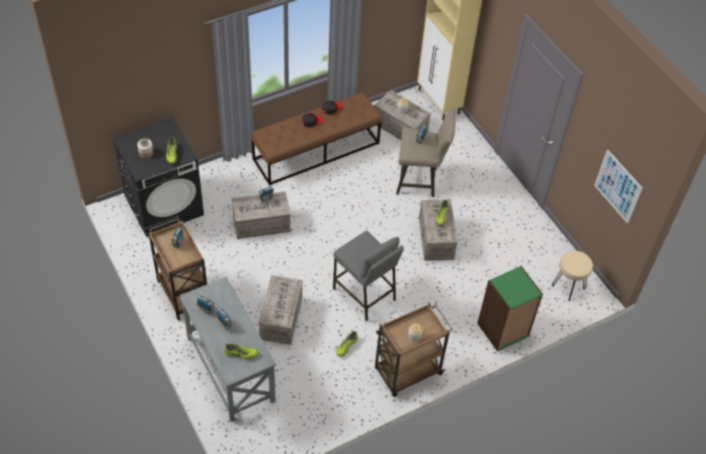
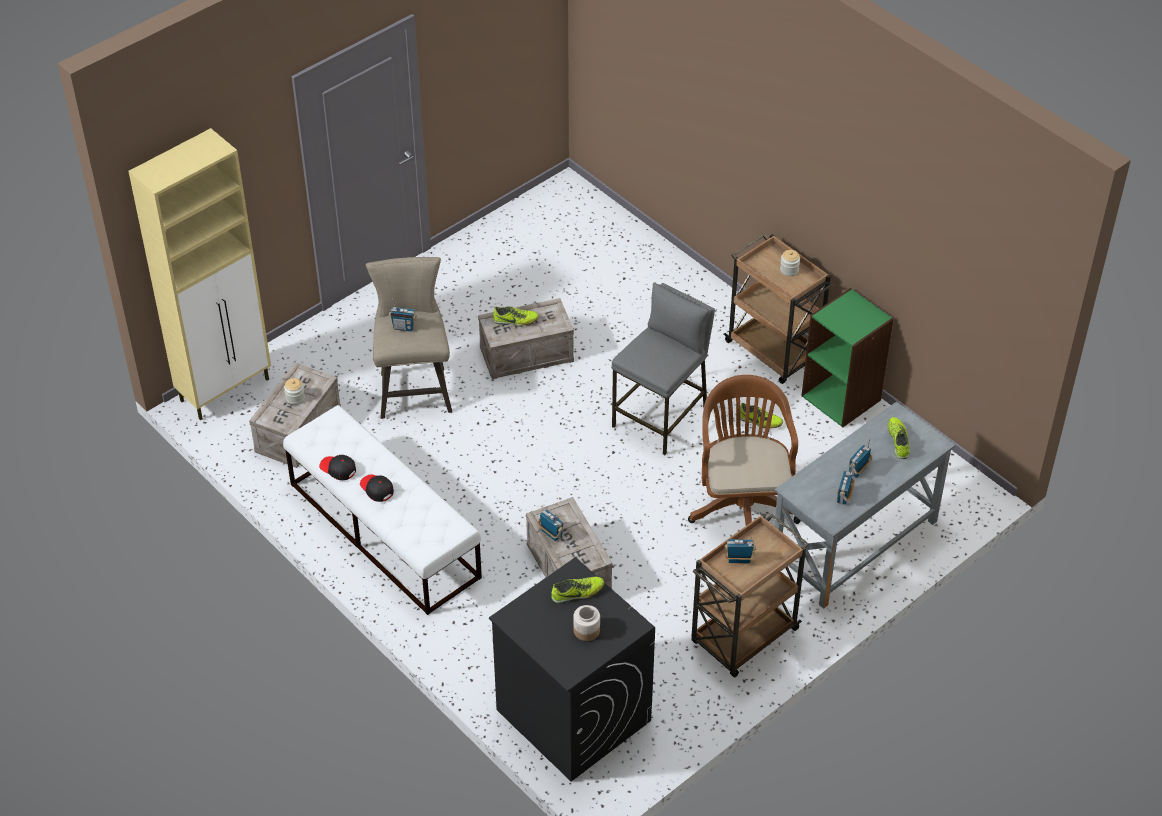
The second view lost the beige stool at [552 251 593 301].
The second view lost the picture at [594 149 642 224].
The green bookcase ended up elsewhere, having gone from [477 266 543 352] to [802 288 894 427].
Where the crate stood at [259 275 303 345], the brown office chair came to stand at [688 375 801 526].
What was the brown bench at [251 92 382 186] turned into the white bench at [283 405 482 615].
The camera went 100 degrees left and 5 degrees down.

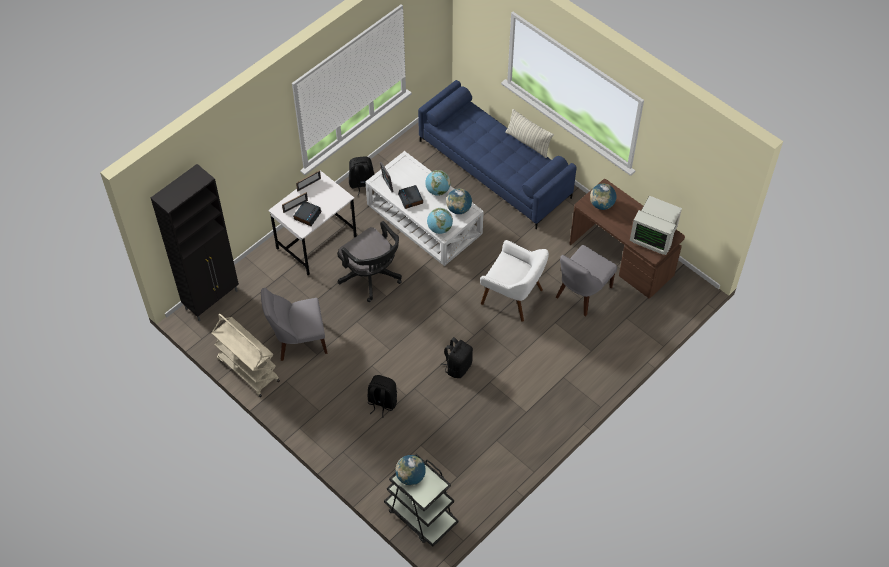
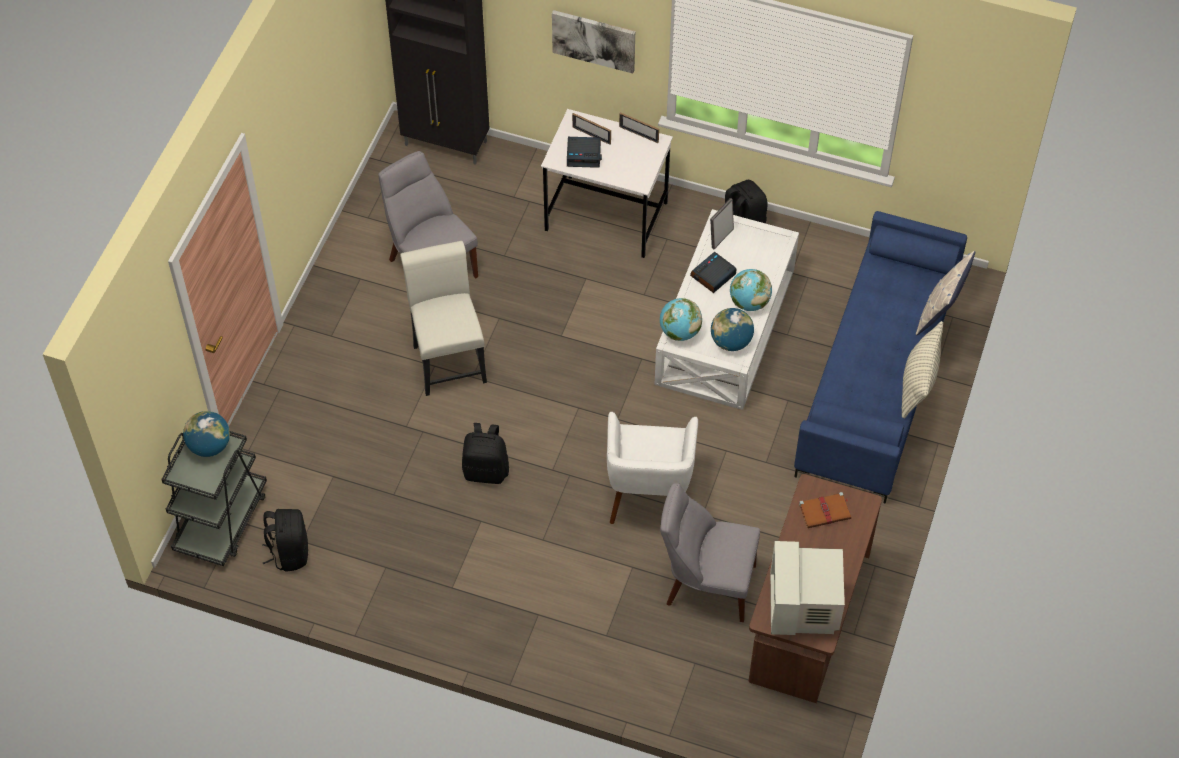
The second view lost the beige cart at [212 314 280 397].
The second view lost the black office chair at [337 221 402 302].
The second view gained the white chair at [400 241 487 396].
The second view gained the picture at [552 10 635 74].
The second view gained the pillow at [916 251 976 335].
The black backpack ended up elsewhere, having gone from [368 375 397 418] to [262 509 308 571].
Where the globe stood at [590 184 616 210], the brown book came to stand at [799 492 851 528].
The camera went 65 degrees right and 0 degrees up.

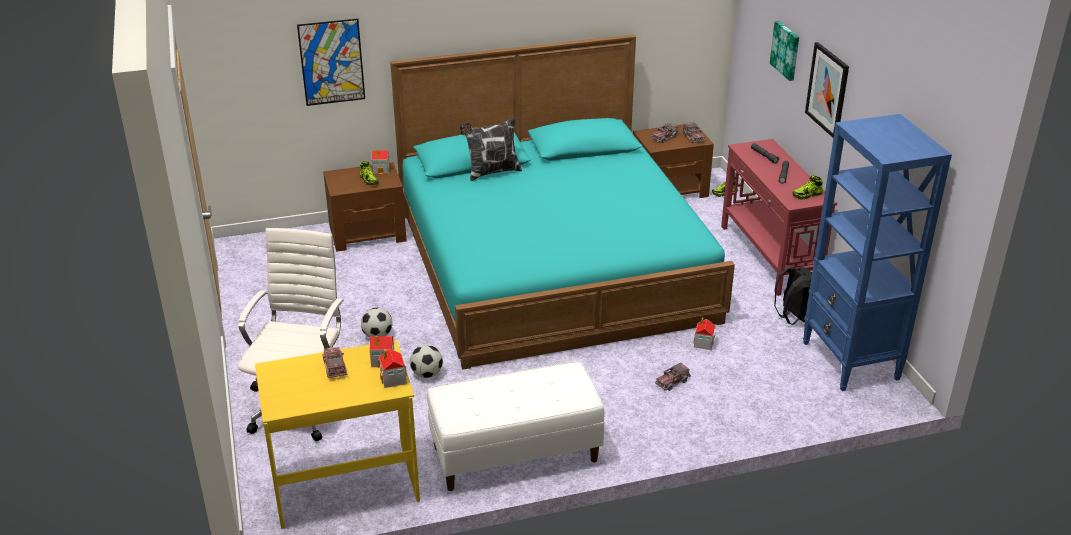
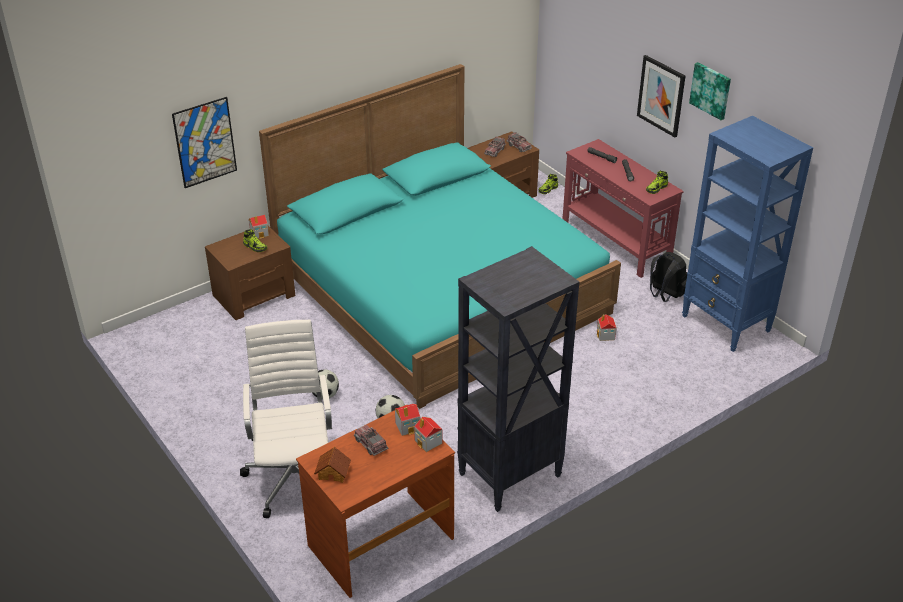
The second view lost the pillow at [460 117 522 181].
The second view lost the toy truck at [655 362 691 391].
The second view gained the toy house at [314 447 351 483].
The picture ended up elsewhere, having gone from [770 21 799 81] to [689 62 731 120].
Where the white bench stood at [427 361 605 491], the black bookcase came to stand at [457 246 580 512].
What was the yellow desk at [255 340 420 529] turned into the brown desk at [296 405 455 598].
The camera went 20 degrees left and 5 degrees up.

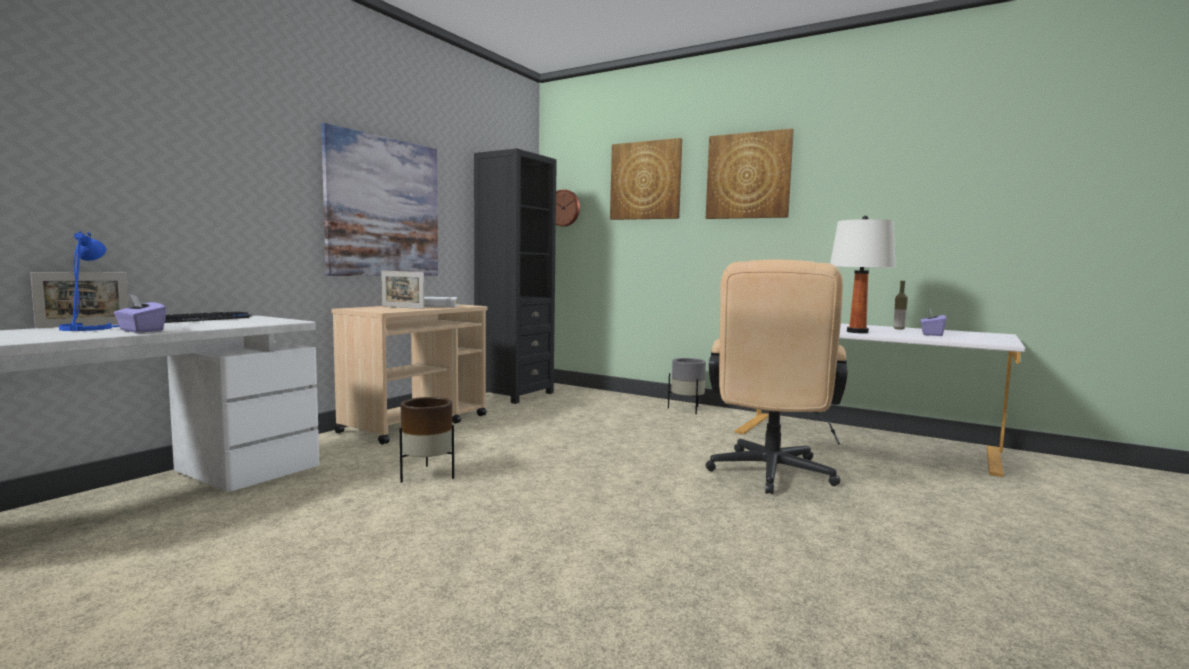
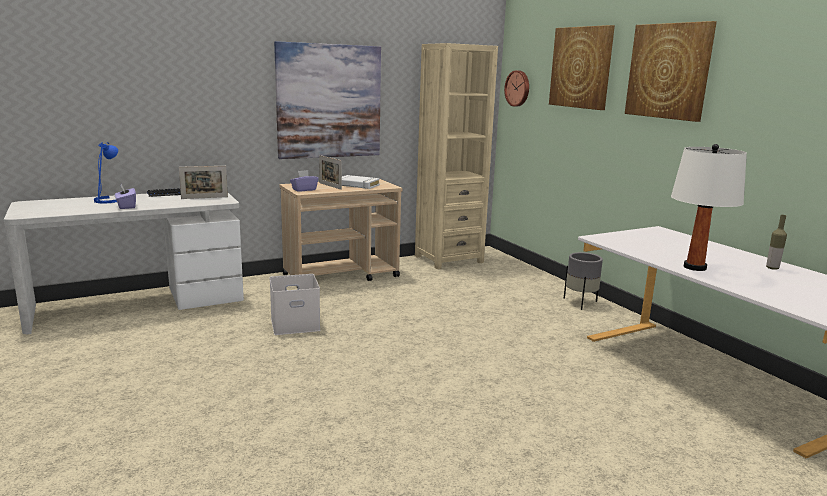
The second view lost the beige office chair at [706 260 848 494].
The picture frame ended up elsewhere, having gone from [30 272 129 328] to [179 166 228 199].
The purple tissue box ended up elsewhere, having gone from [920 309 946 336] to [290 170 318 192].
Where the brown planter stood at [400 397 454 483], the white storage box came to stand at [270 274 320 335].
What was the black bookcase at [474 148 557 404] turned into the beige bookcase at [415 43 498 269].
The camera went 30 degrees right and 10 degrees up.

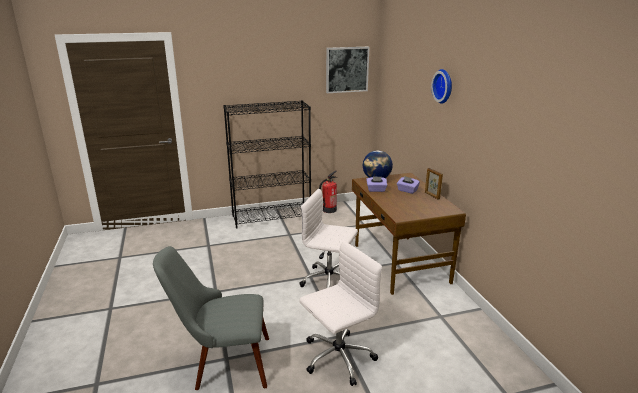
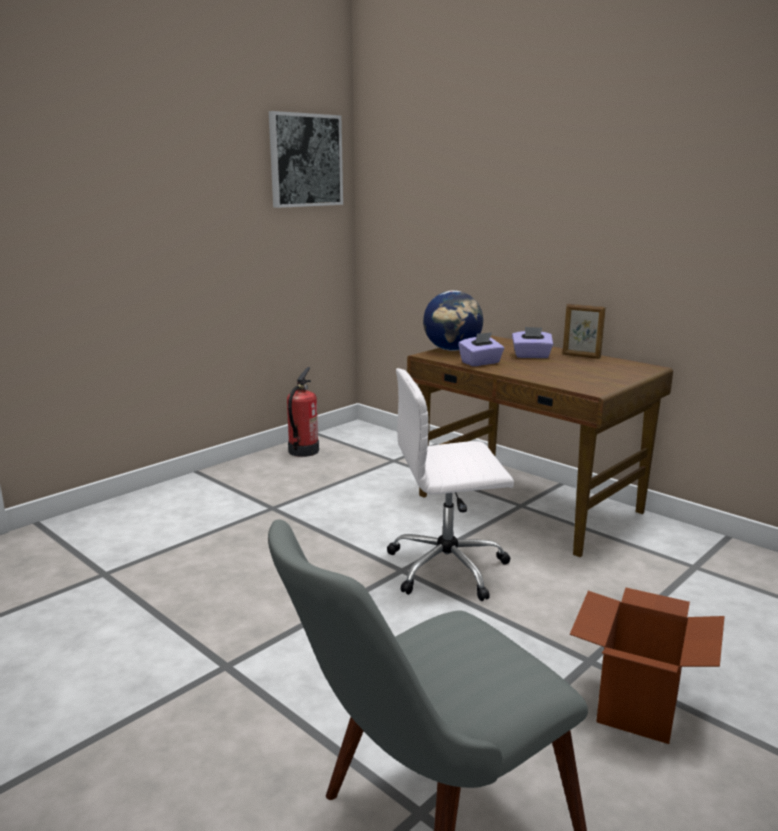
The second view lost the black bookcase at [223 100 311 229].
The second view lost the wall clock at [431 69 452 104].
Where the white office chair stood at [299 241 382 386], the cardboard box came to stand at [570 588 725 744].
The camera went 30 degrees left and 5 degrees down.

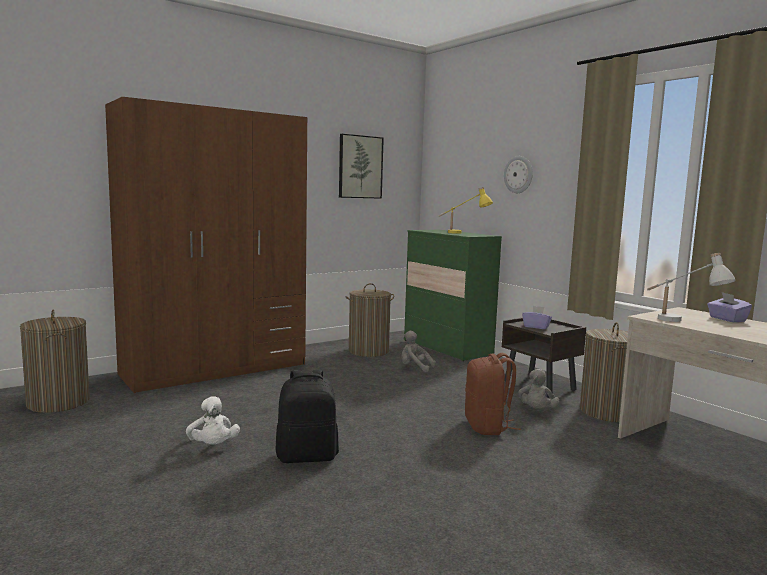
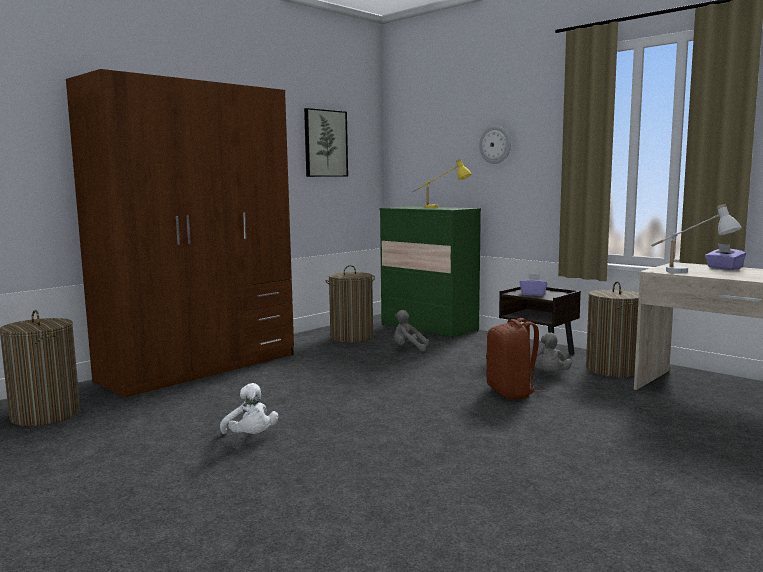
The second view lost the black backpack at [276 370 339 463].
The camera went 10 degrees left and 0 degrees up.

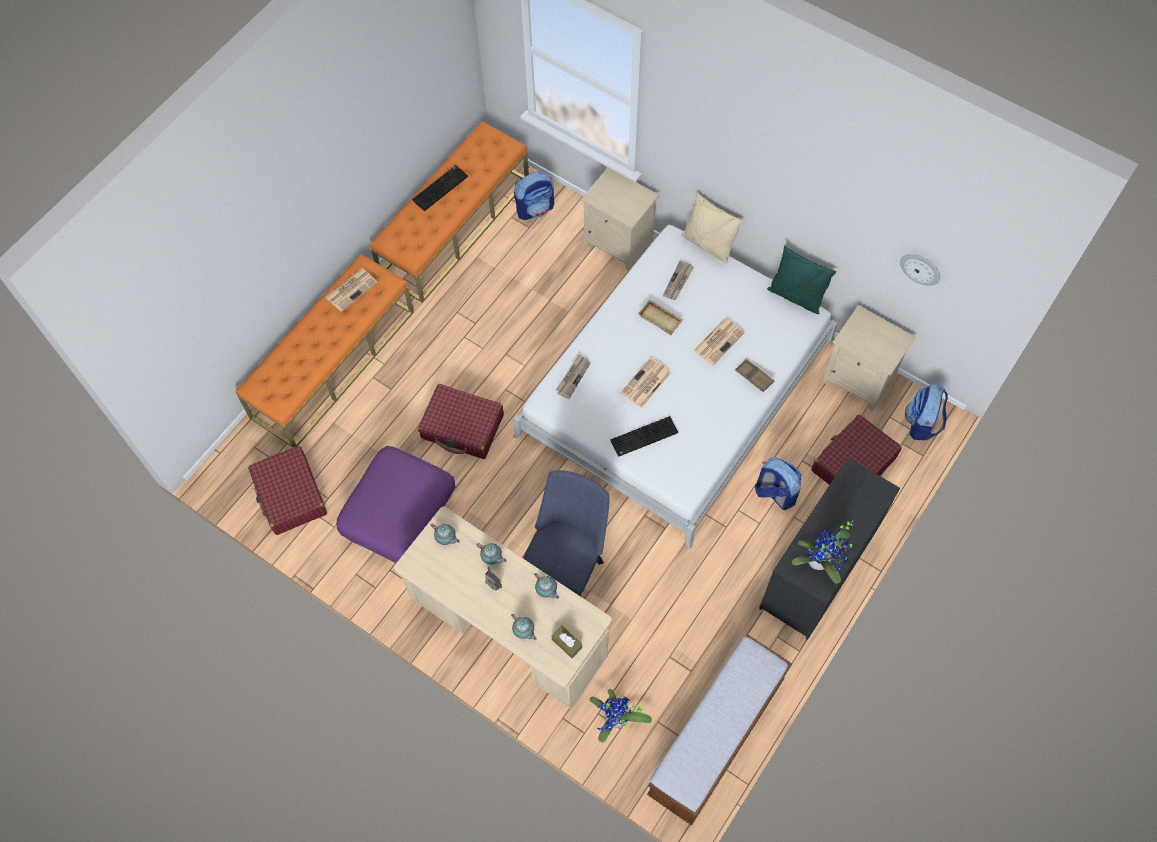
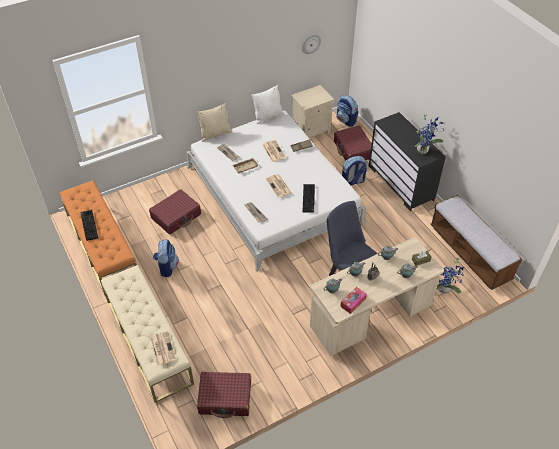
The second view lost the purple ottoman at [337 446 455 563].
The second view lost the beige nightstand at [581 168 659 271].
The second view gained the tissue box at [340 287 367 314].
The newspaper ended up elsewhere, having gone from [325 268 378 312] to [150 331 176 366].
The red suitcase ended up elsewhere, having gone from [418 384 504 459] to [149 189 201 235].
The backpack ended up elsewhere, having gone from [514 172 554 220] to [153 239 179 277].
What was the orange bench at [235 254 414 447] turned into the beige bench at [101 265 194 403].
What was the green pillow at [767 246 836 314] turned into the white pillow at [251 85 283 124].
The camera went 65 degrees left and 15 degrees down.

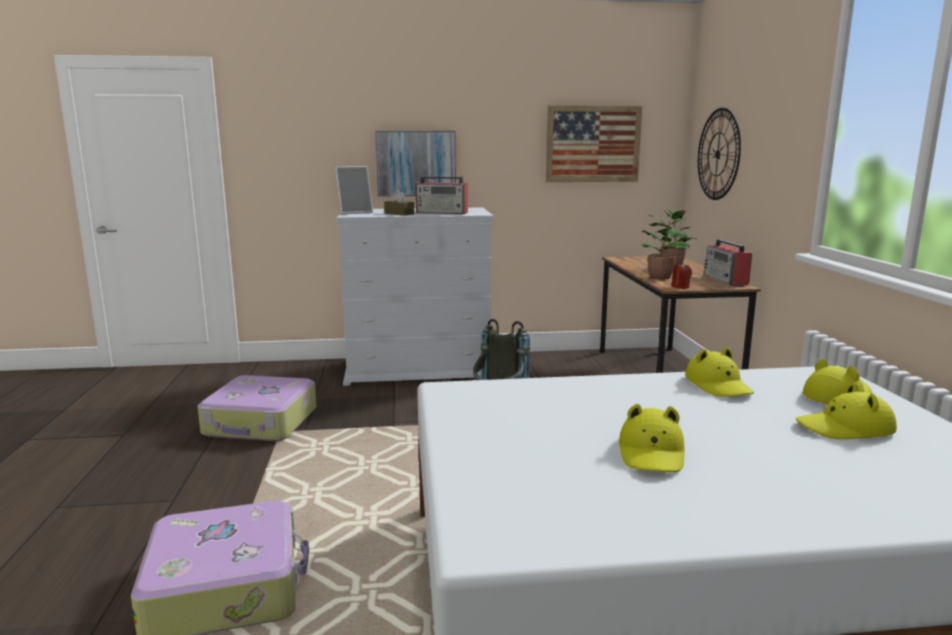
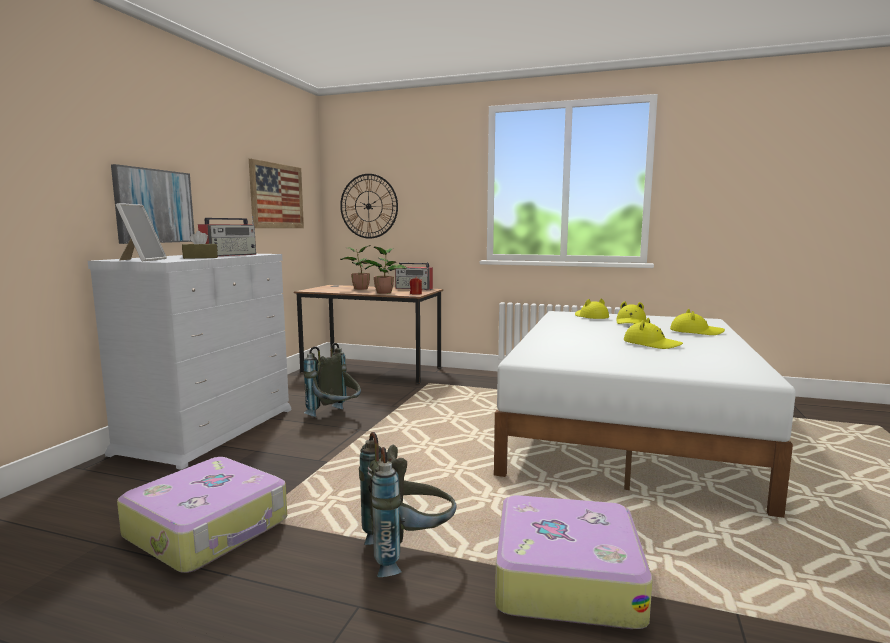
The second view gained the grey backpack at [359 432 457 577].
The yellow hat ended up elsewhere, having gone from [685 347 754 397] to [670 309 725 335].
The camera went 65 degrees left and 5 degrees down.

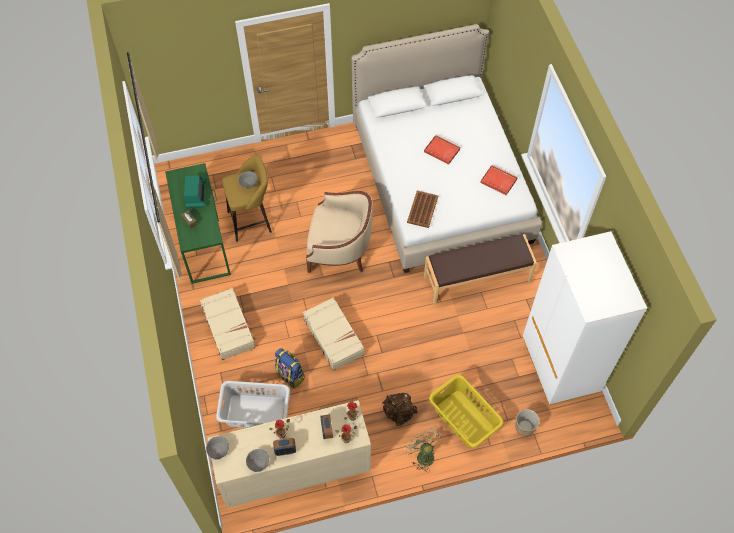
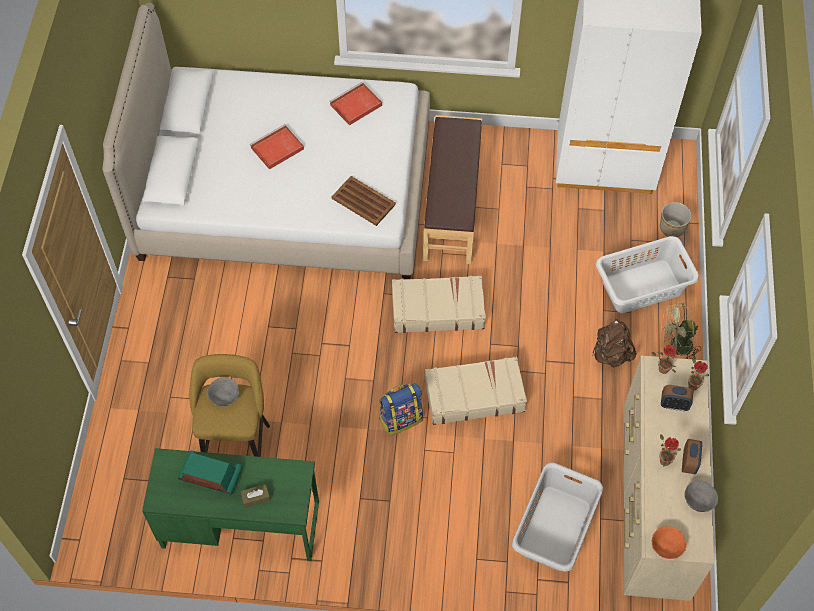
The second view lost the beige armchair at [306 191 373 273].
The beige suitcase ended up elsewhere, having gone from [200 288 256 360] to [392 276 486 333].
The backpack ended up elsewhere, having gone from [275 348 305 389] to [379 383 423 436].
What was the grey bowl at [206 436 229 460] turned into the orange bowl at [652 526 686 559].
What was the yellow laundry basket at [429 375 504 448] turned into the white laundry basket at [596 236 699 313].
The camera went 70 degrees left and 0 degrees up.

